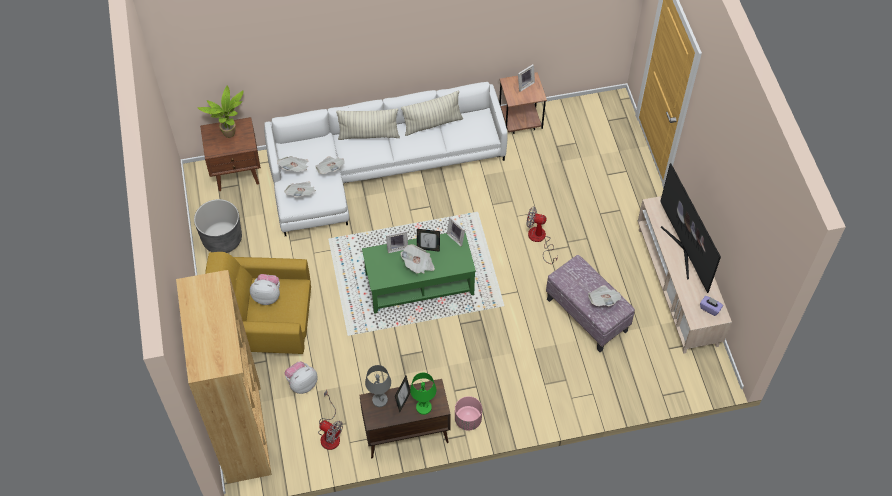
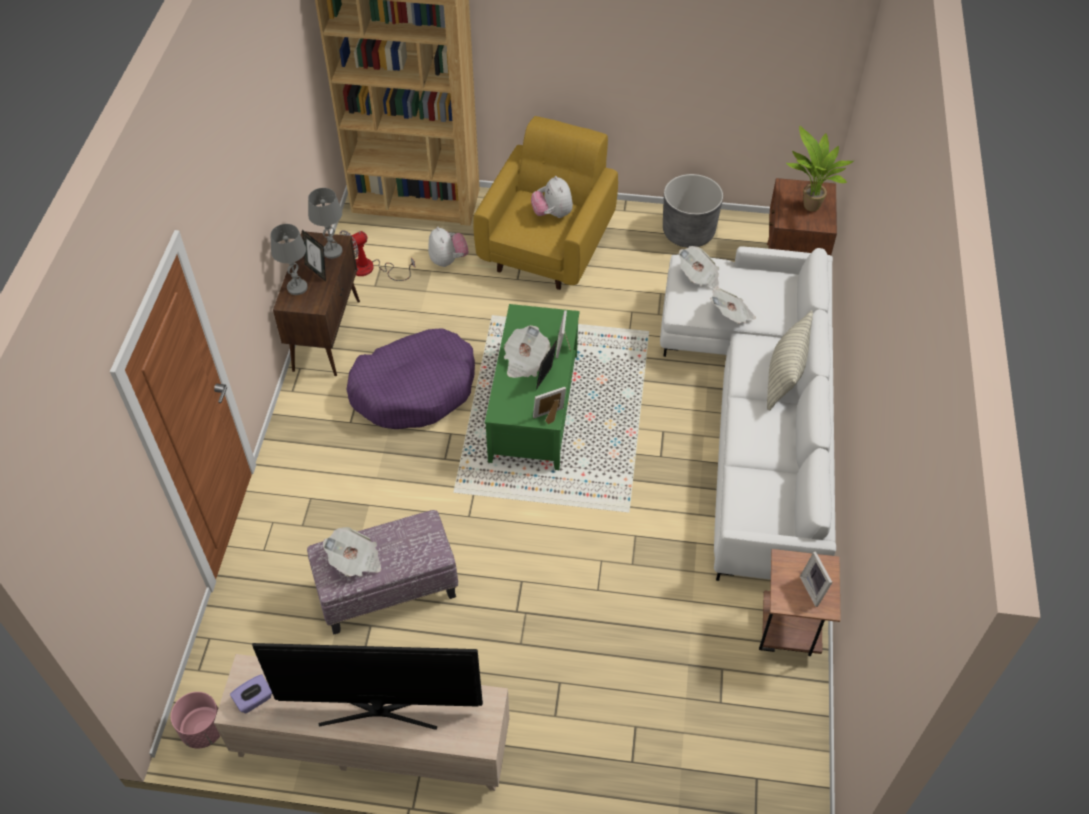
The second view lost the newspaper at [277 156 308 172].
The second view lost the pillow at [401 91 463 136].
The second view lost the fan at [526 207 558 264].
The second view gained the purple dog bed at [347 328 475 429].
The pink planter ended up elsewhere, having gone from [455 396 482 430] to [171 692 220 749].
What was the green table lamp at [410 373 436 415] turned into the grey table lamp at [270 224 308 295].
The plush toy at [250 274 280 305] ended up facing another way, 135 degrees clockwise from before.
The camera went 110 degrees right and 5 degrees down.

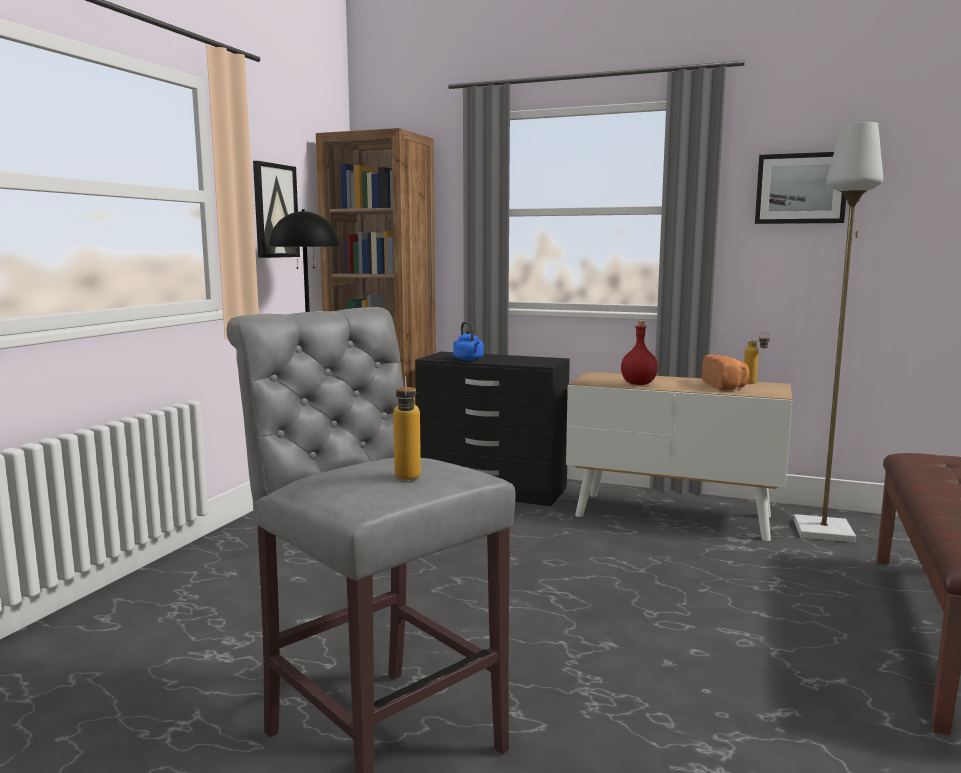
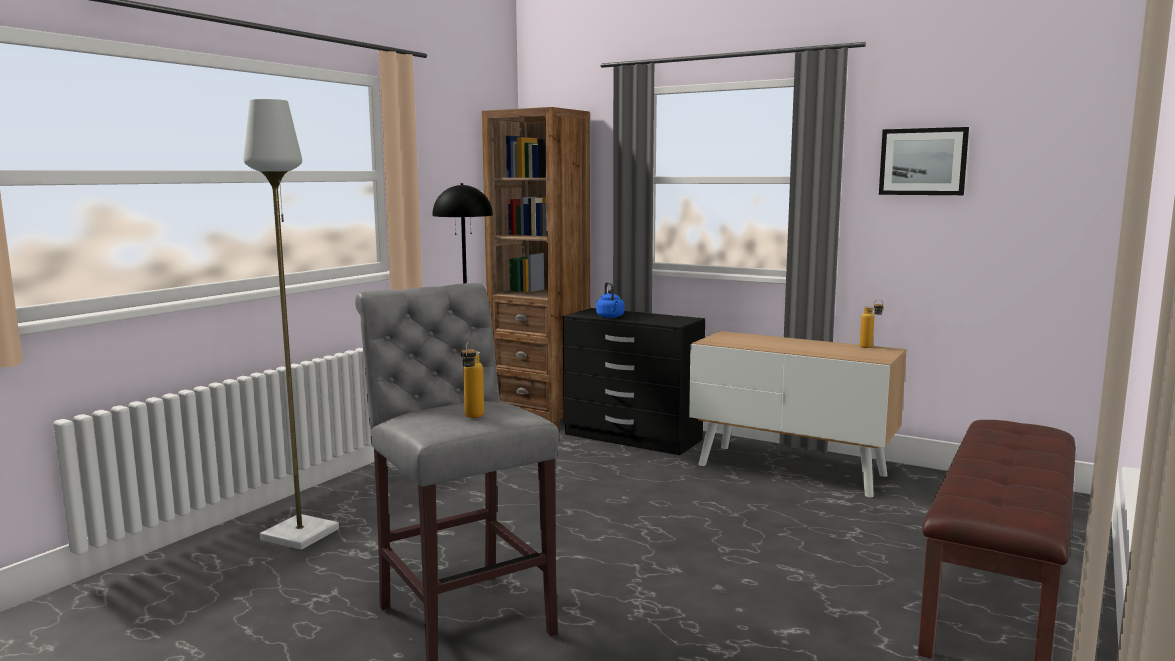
The second view lost the picture at [253 161 300 258].
The second view lost the red bottle at [621 321 658 385].
The second view lost the bread at [702 355 750 390].
The grey floor lamp ended up elsewhere, having gone from [794 122 883 543] to [244 99 339 550].
The camera went 10 degrees right and 0 degrees up.

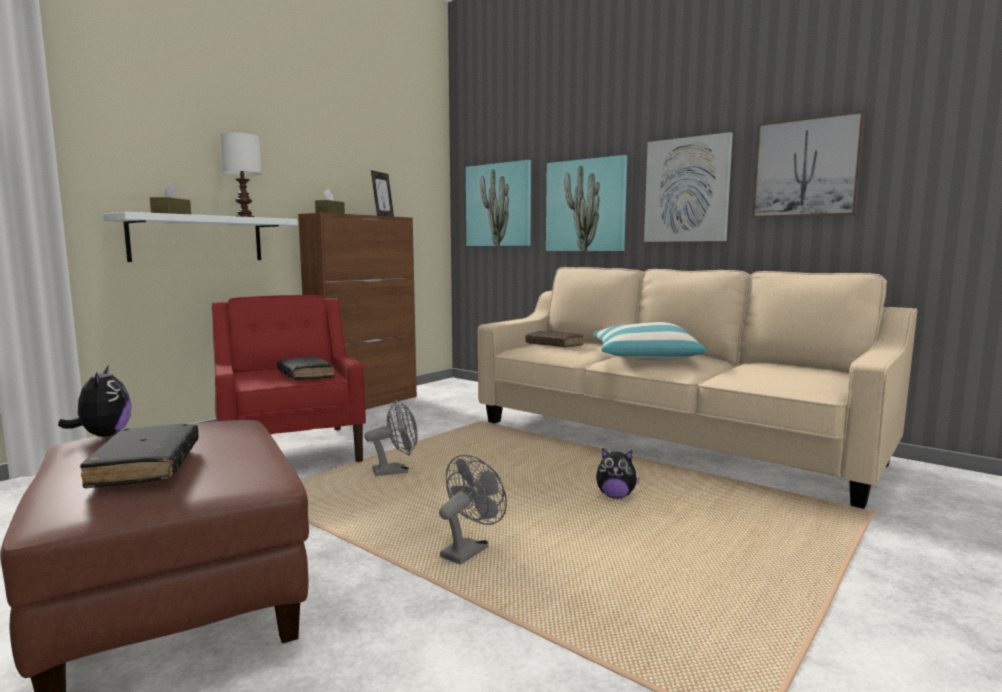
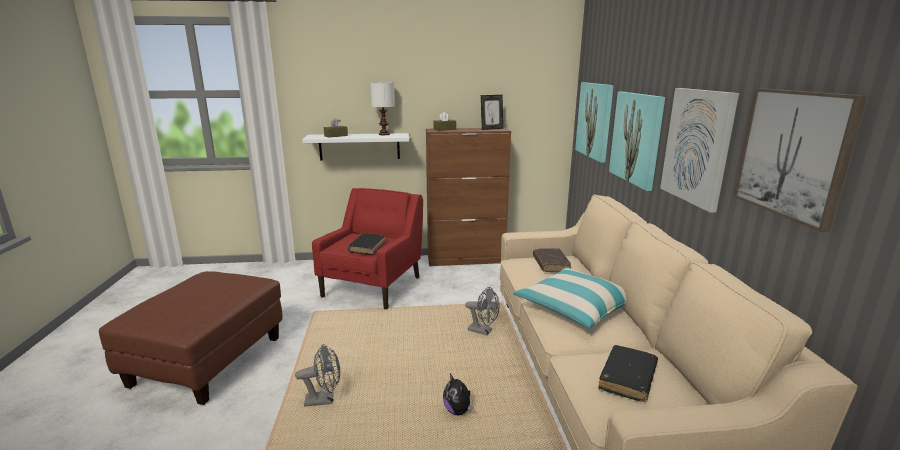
The second view lost the plush toy at [58 365 131 437].
The black book ended up elsewhere, having gone from [80 424 198 488] to [598 345 658 402].
The grey fan ended up elsewhere, having gone from [364 400 418 476] to [465 287 500 335].
The camera went 45 degrees right and 10 degrees up.

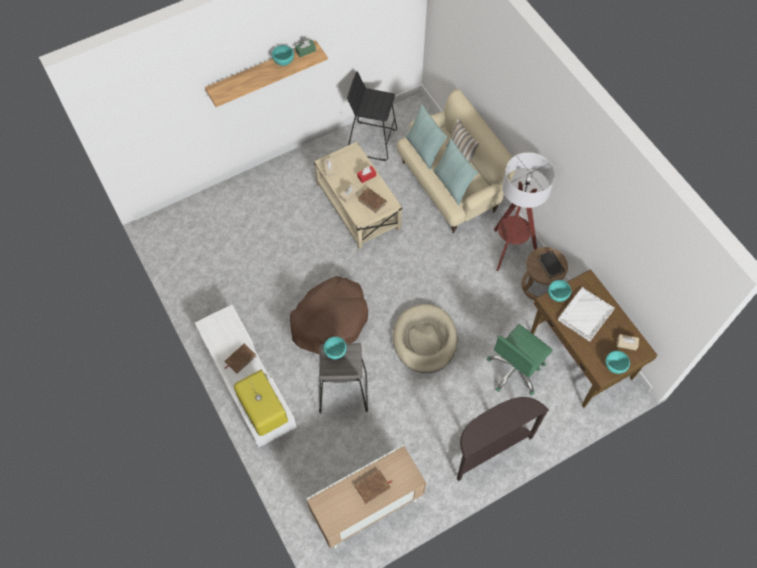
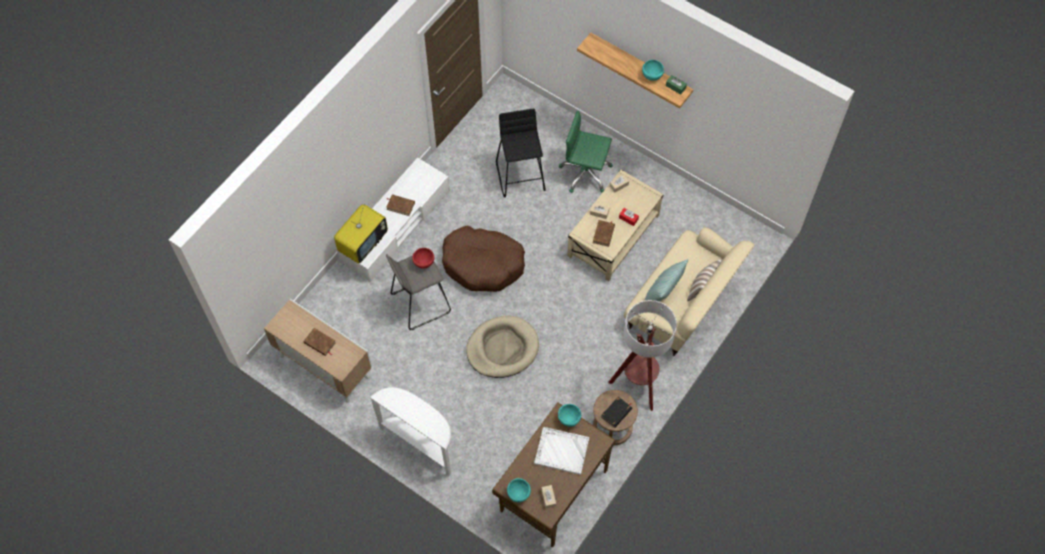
The second view lost the pillow at [406 104 447 170].
The black stool ended up elsewhere, having gone from [347 71 397 161] to [496 108 545 197].
The green office chair ended up elsewhere, having gone from [487 324 553 395] to [559 110 613 193].
What was the turquoise bowl at [323 337 347 359] turned into the red bowl at [412 248 435 269].
What was the brown console table at [457 397 549 481] turned into the white console table at [369 387 451 476].
The camera went 65 degrees right and 0 degrees up.

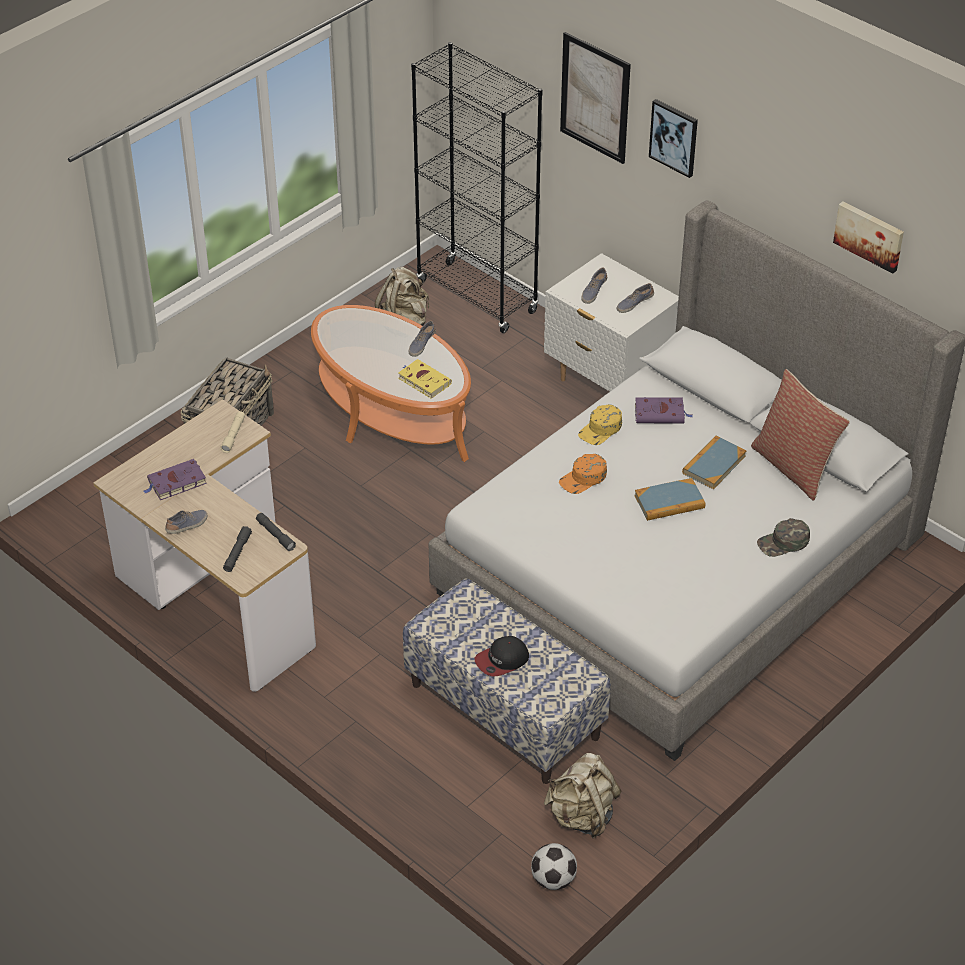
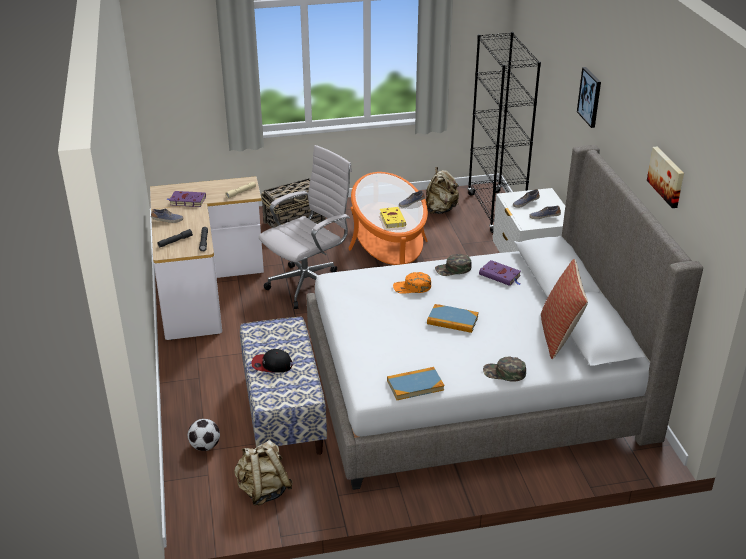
The second view lost the picture at [560 32 631 164].
The second view gained the white office chair at [259 145 352 309].
The football ended up elsewhere, having gone from [531 843 577 890] to [188 419 220 451].
The book ended up elsewhere, having gone from [682 436 746 489] to [387 367 445 400].
What was the yellow cap at [578 404 622 445] turned into the green cap at [435 254 472 276].
The camera went 35 degrees right and 10 degrees down.

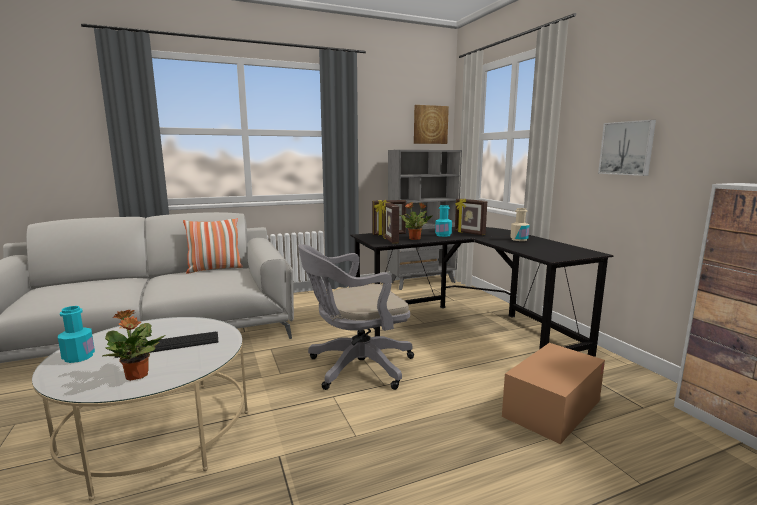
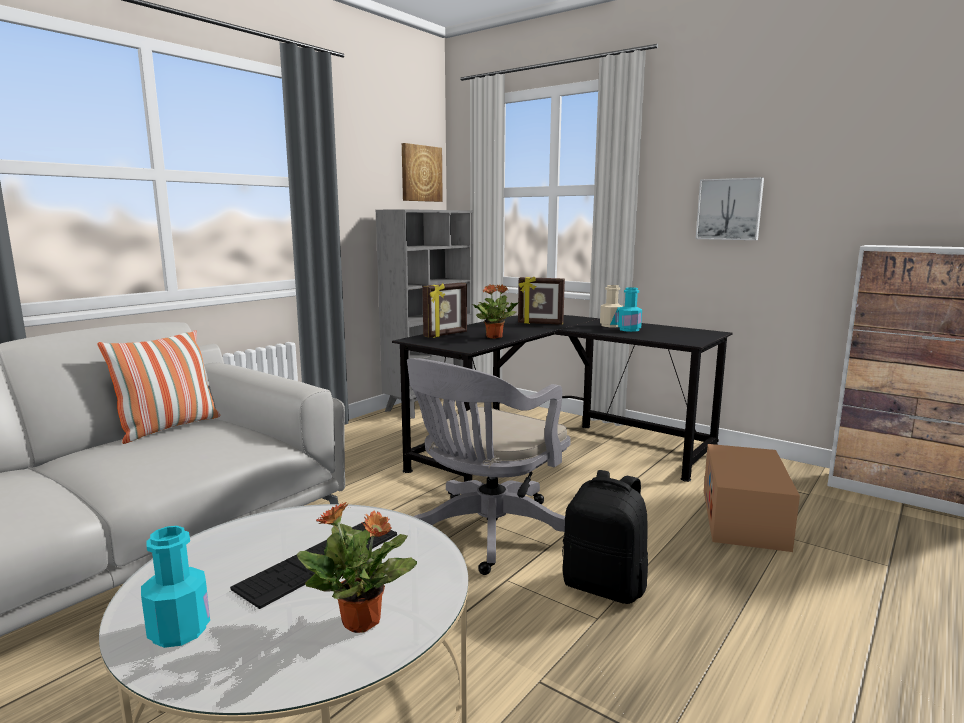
The second view lost the picture frame at [382 202 399 244].
The second view gained the black backpack at [562 470 648 604].
The turquoise bottle ended up elsewhere, having gone from [435 205 452 237] to [618 287 642 332].
The camera went 30 degrees left and 0 degrees up.

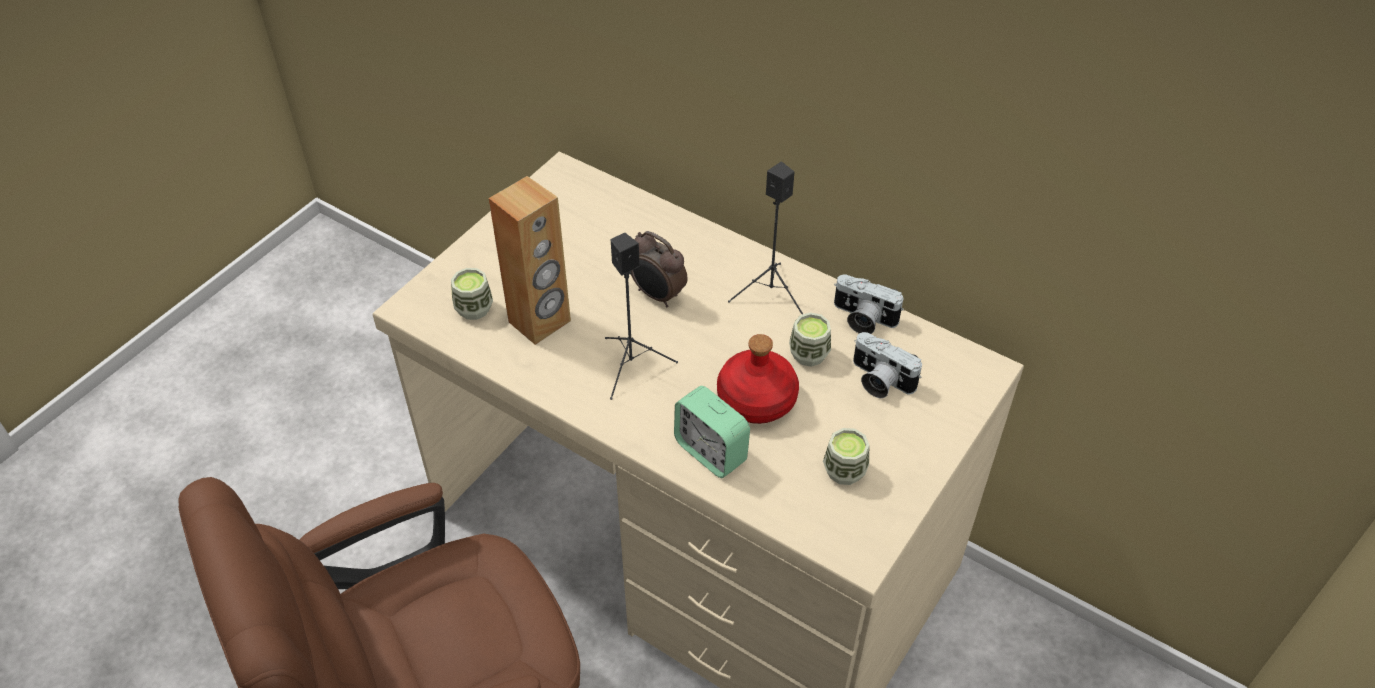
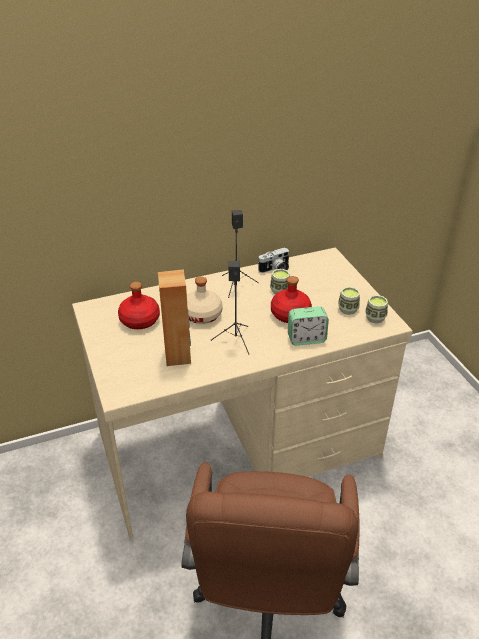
The second view lost the photo camera at [853 332 922 398].
The second view gained the red bottle at [118 282 160 329].
The cup ended up elsewhere, having gone from [451 268 493 320] to [365 295 388 324].
Where the alarm clock stood at [631 231 687 307], the beige bottle came to stand at [187 277 223 324].
The camera went 55 degrees left and 10 degrees down.

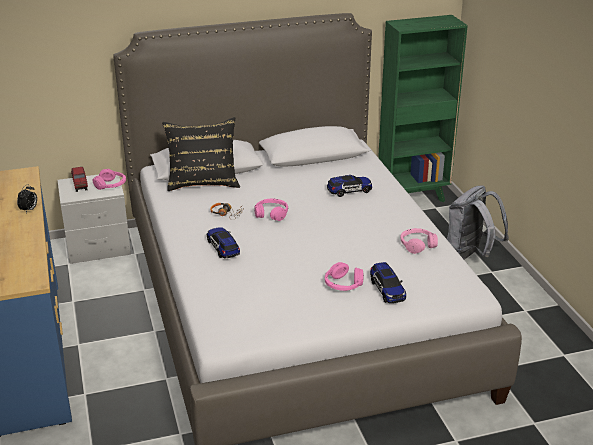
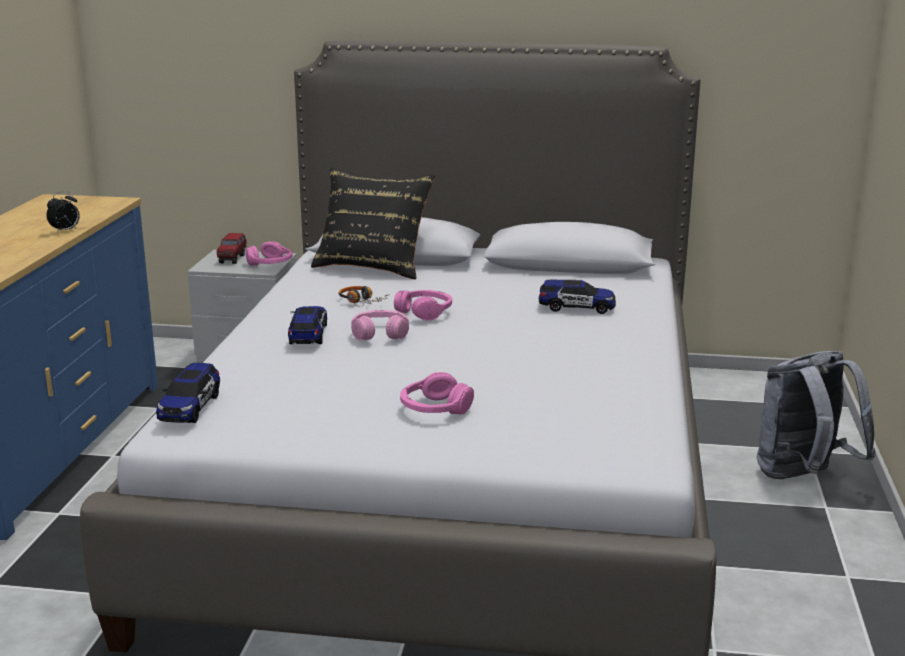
The second view lost the green bookcase at [378 15 468 202].
The toy car ended up elsewhere, having gone from [370 262 406 303] to [156 363 220 423].
The pink headphones ended up elsewhere, having gone from [400 228 438 254] to [351 310 409 340].
The camera went 25 degrees right and 10 degrees down.

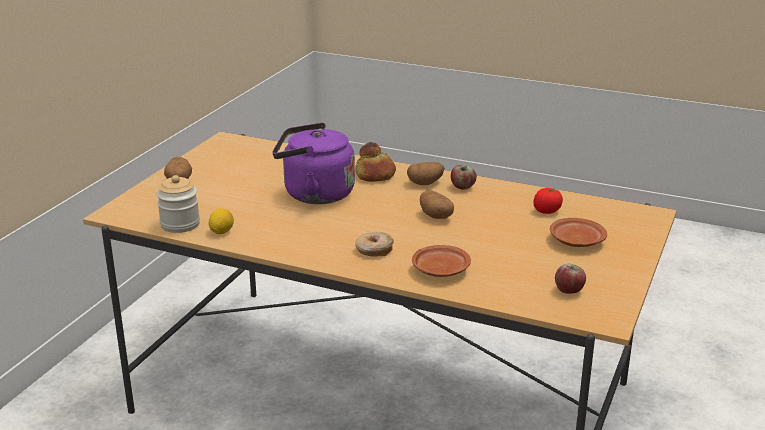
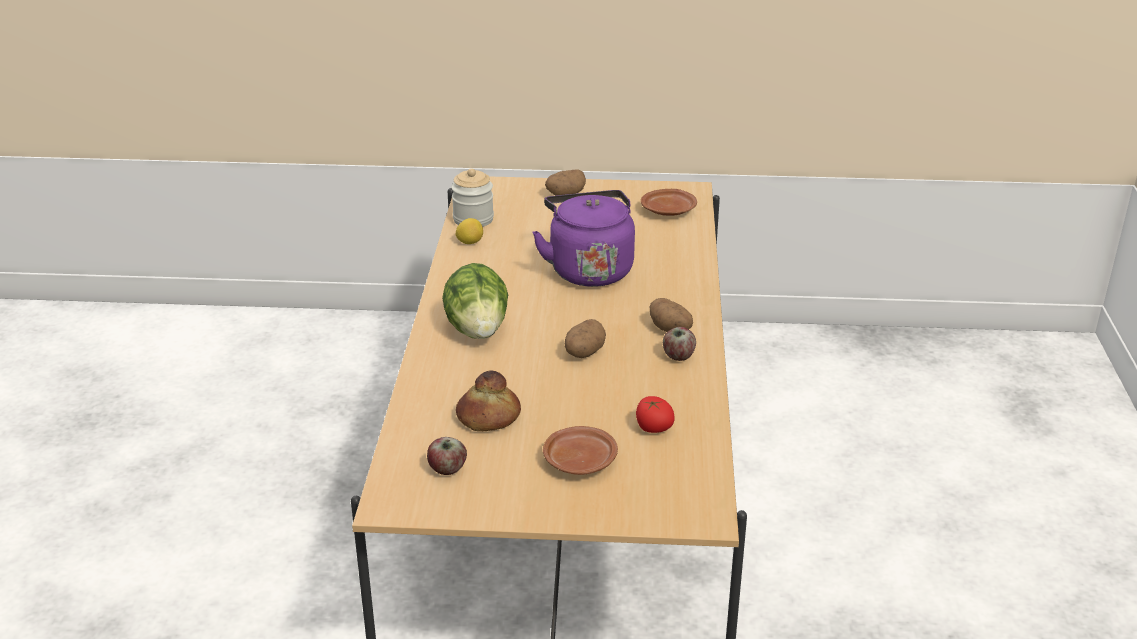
The bread ended up elsewhere, having gone from [355 142 396 182] to [456 370 521 431].
The brown plate ended up elsewhere, having gone from [412 245 471 277] to [641 189 697 216].
Where the donut stood at [355 232 394 256], the lettuce came to stand at [442 263 508 339].
The camera went 70 degrees right and 5 degrees up.

